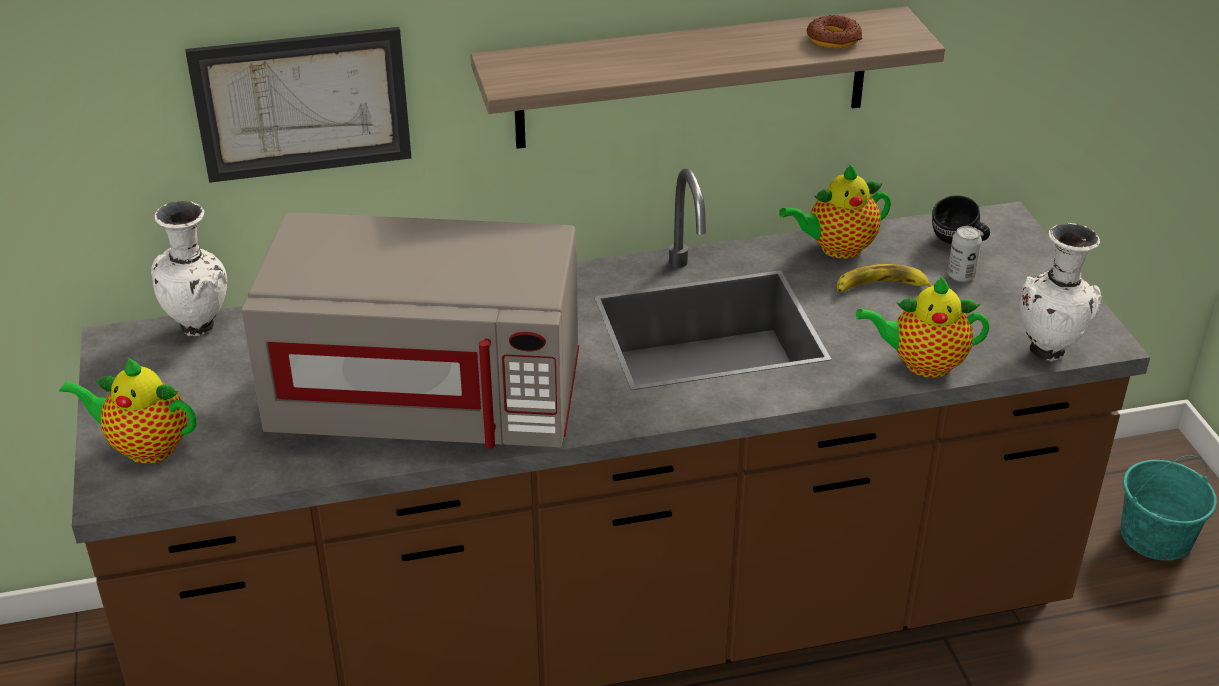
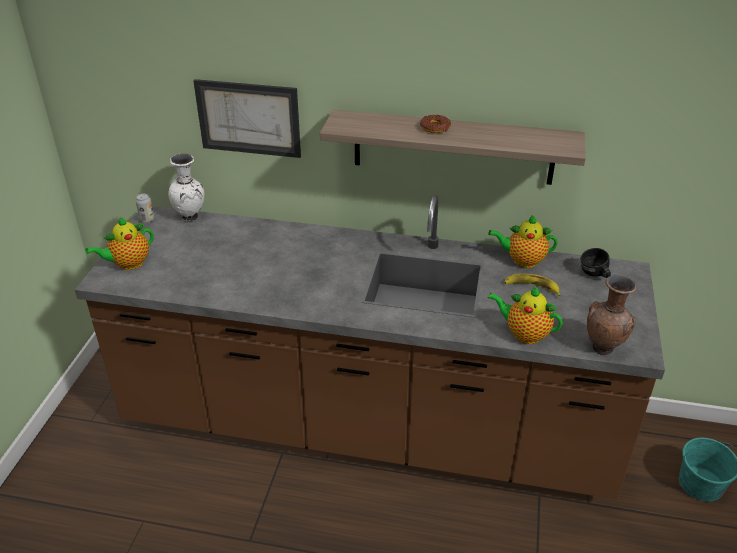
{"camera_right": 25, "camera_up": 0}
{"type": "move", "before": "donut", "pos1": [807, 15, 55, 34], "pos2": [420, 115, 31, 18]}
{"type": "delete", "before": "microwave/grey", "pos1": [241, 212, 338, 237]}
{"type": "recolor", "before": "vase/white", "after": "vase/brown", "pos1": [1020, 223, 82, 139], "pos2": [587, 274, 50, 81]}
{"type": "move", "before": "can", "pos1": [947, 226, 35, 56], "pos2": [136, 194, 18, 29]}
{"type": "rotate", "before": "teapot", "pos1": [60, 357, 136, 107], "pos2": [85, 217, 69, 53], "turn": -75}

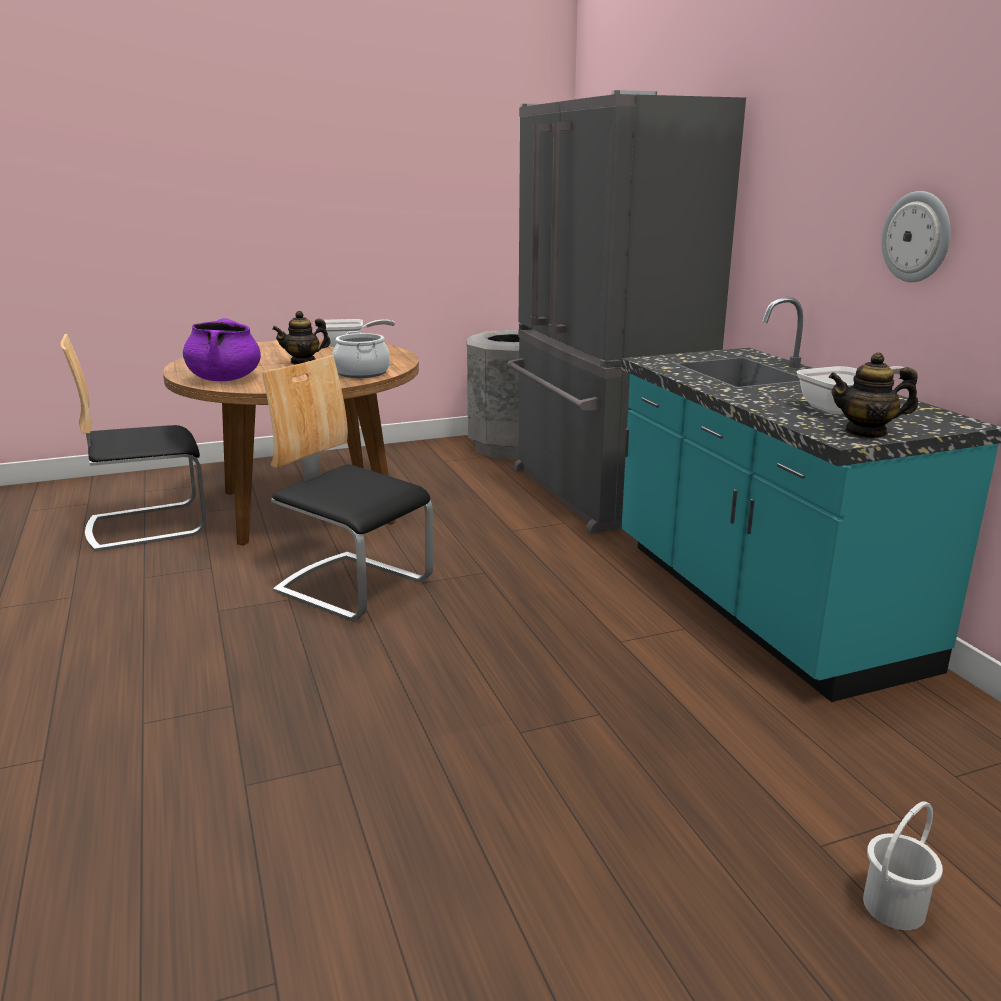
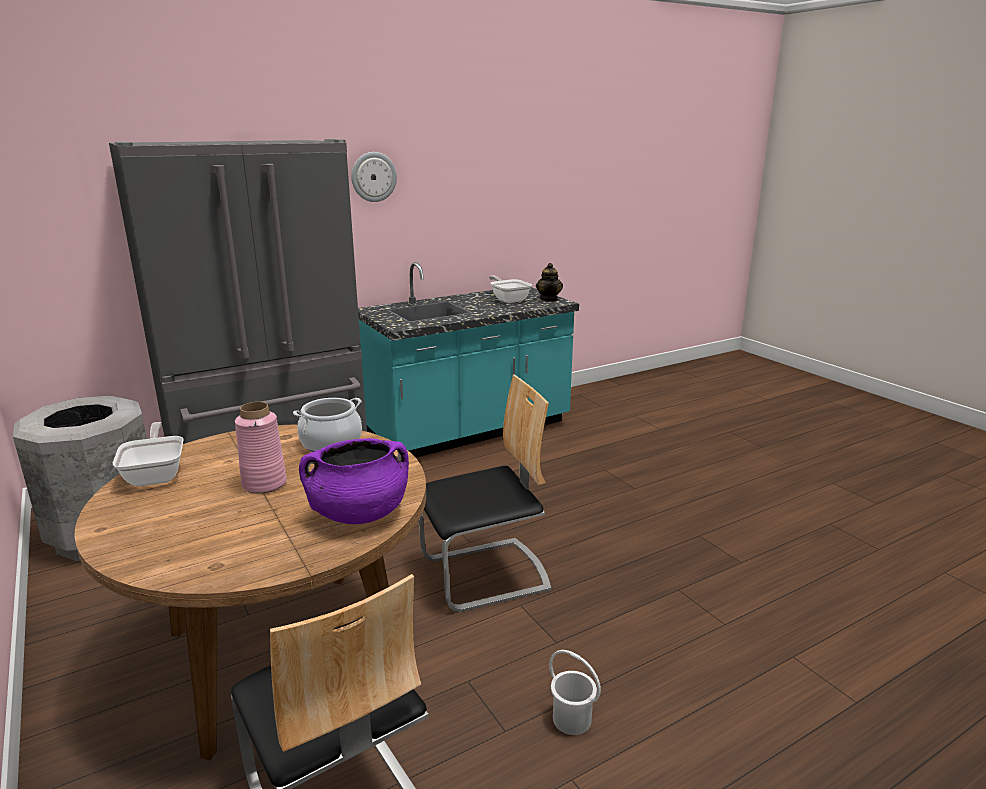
{"camera_right": -100, "camera_up": 0}
{"type": "move", "before": "wall clock", "pos1": [881, 191, 70, 91], "pos2": [351, 152, 46, 50]}
{"type": "replace", "before": "teapot", "after": "vase/pink", "pos1": [272, 311, 58, 54], "pos2": [235, 402, 52, 92]}
{"type": "rotate", "before": "chair", "pos1": [262, 355, 171, 266], "pos2": [419, 375, 132, 237], "turn": -135}
{"type": "move", "before": "bucket/white", "pos1": [863, 801, 80, 129], "pos2": [549, 650, 52, 85]}

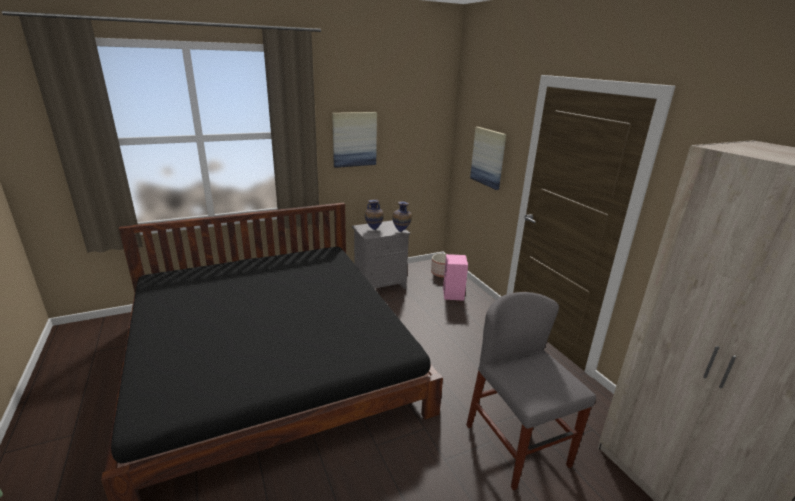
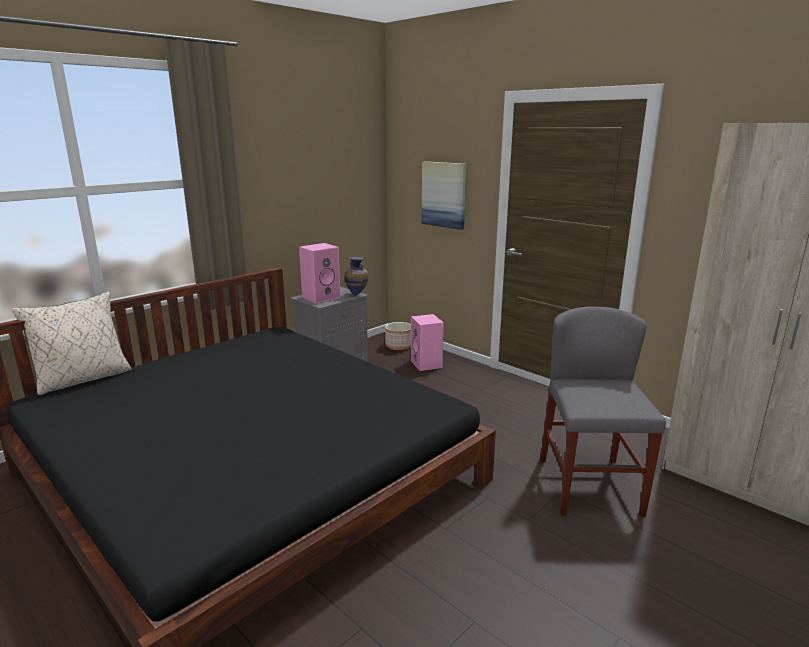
{"camera_right": -20, "camera_up": -5}
{"type": "delete", "before": "picture", "pos1": [332, 112, 45, 56]}
{"type": "replace", "before": "vase", "after": "speaker/pink", "pos1": [365, 199, 19, 31], "pos2": [299, 243, 42, 60]}
{"type": "rotate", "before": "chair/grey", "pos1": [466, 292, 130, 199], "pos2": [540, 306, 126, 211], "turn": 45}
{"type": "insert", "after": "pillow/beige", "pos2": [12, 292, 120, 104]}

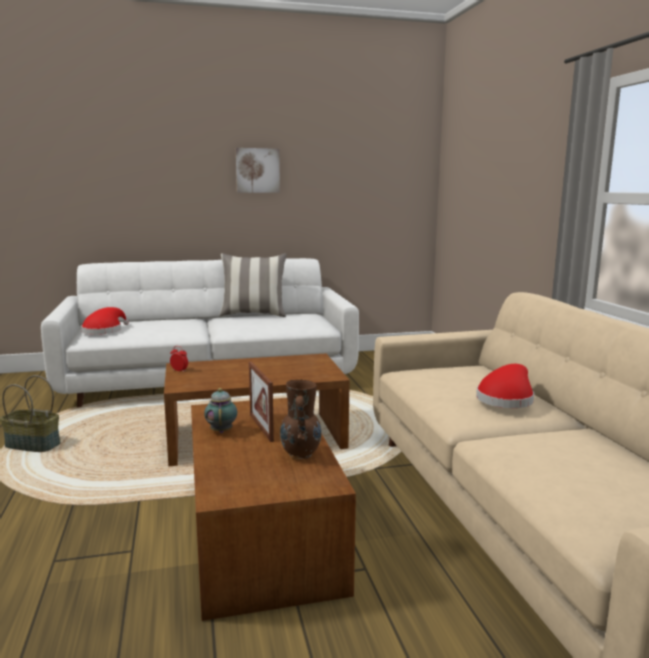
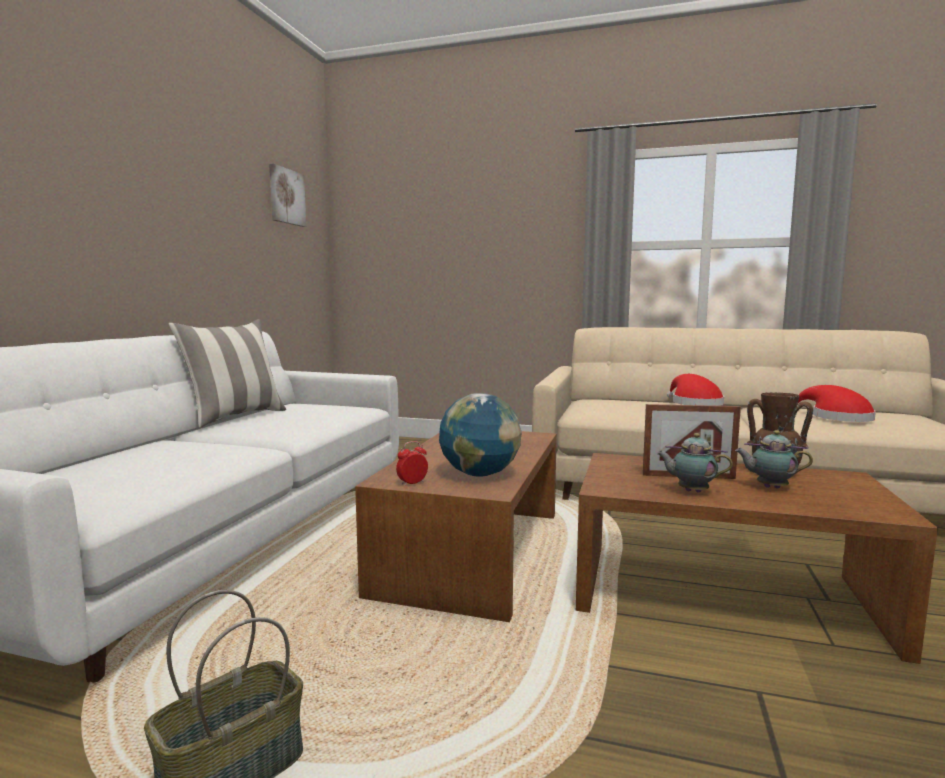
{"camera_right": -60, "camera_up": -5}
{"type": "move", "before": "picture", "pos1": [236, 148, 44, 45], "pos2": [269, 163, 37, 64]}
{"type": "move", "before": "hat/red", "pos1": [81, 307, 48, 28], "pos2": [798, 385, 78, 37]}
{"type": "insert", "after": "globe", "pos2": [439, 393, 83, 84]}
{"type": "insert", "after": "teapot", "pos2": [735, 430, 78, 59]}

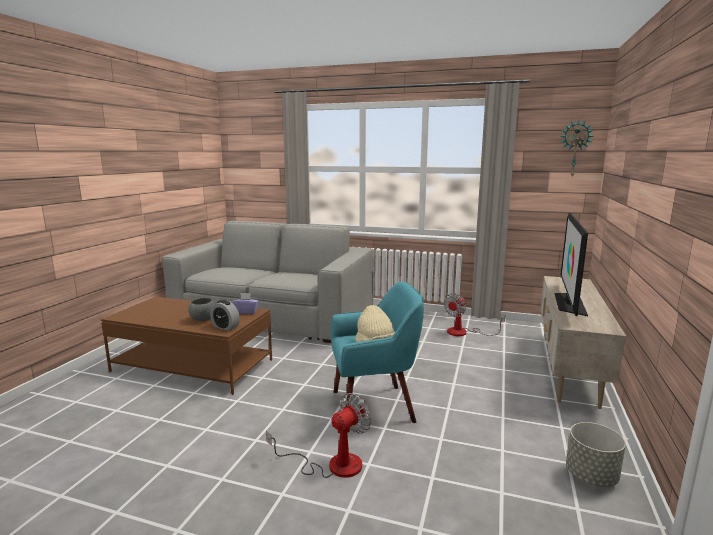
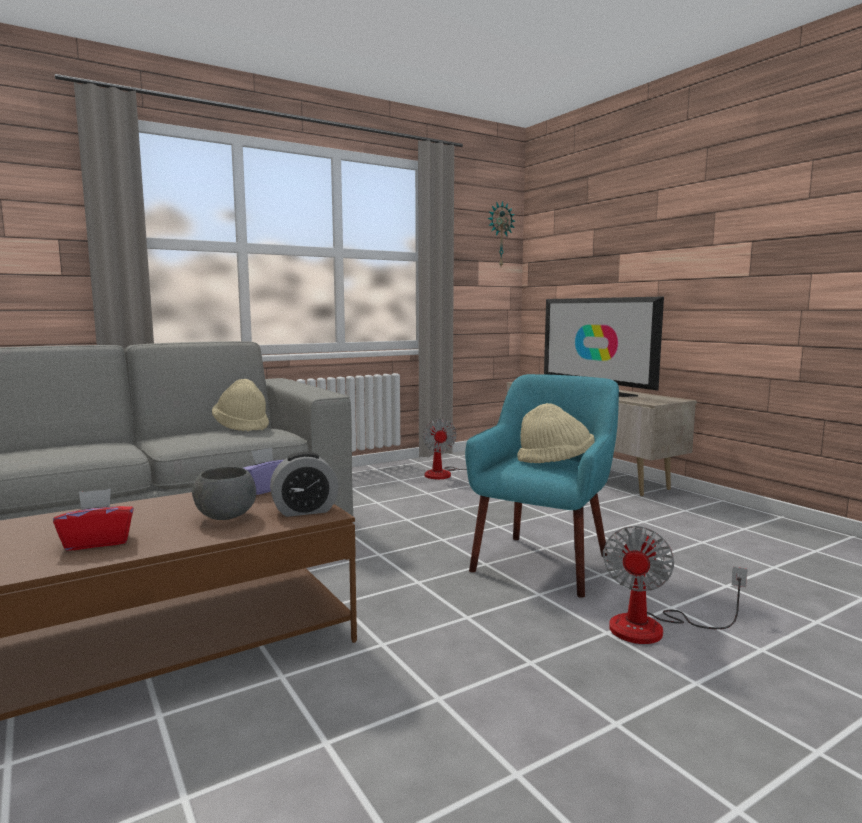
{"camera_right": -50, "camera_up": -5}
{"type": "rotate", "before": "fan", "pos1": [266, 393, 106, 85], "pos2": [603, 526, 145, 118], "turn": -150}
{"type": "delete", "before": "planter/grey", "pos1": [566, 422, 60, 65]}
{"type": "insert", "after": "hat/beige", "pos2": [212, 379, 57, 53]}
{"type": "insert", "after": "tissue box/red", "pos2": [53, 489, 81, 62]}

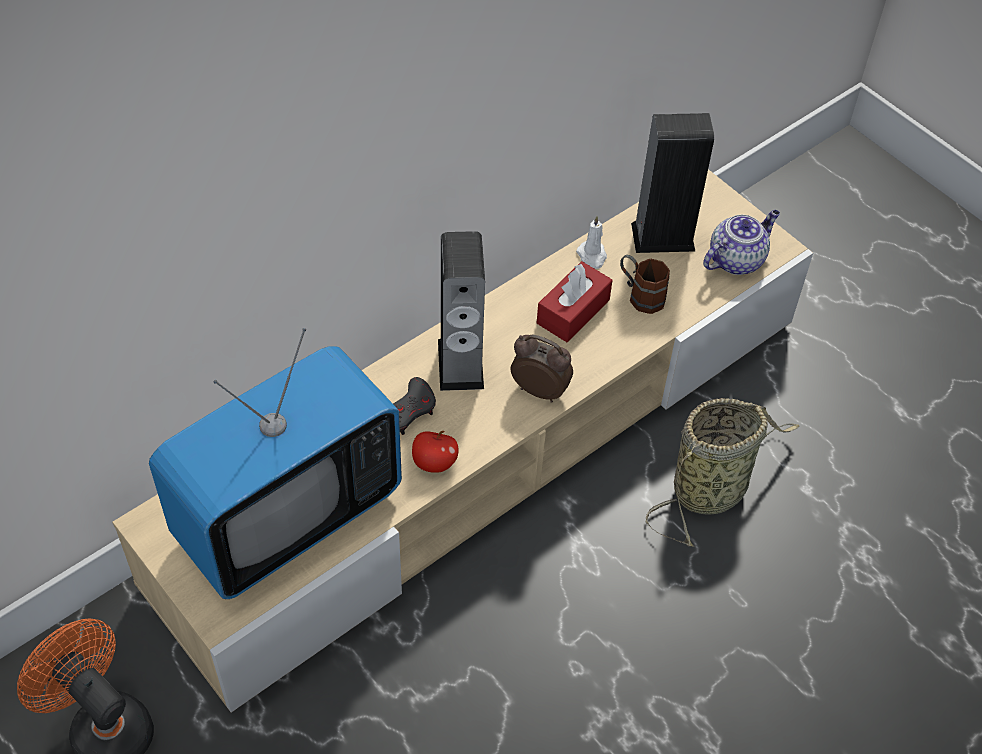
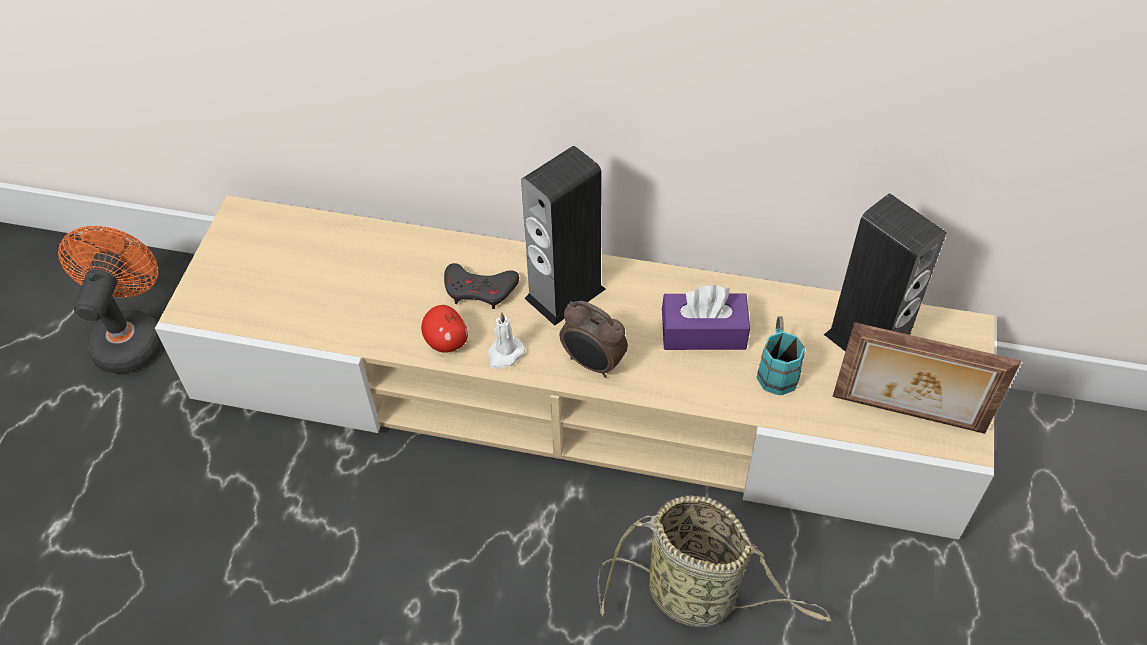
{"camera_right": 55, "camera_up": 0}
{"type": "replace", "before": "teapot", "after": "picture frame", "pos1": [703, 210, 77, 65], "pos2": [833, 322, 188, 112]}
{"type": "move", "before": "candle/white", "pos1": [576, 216, 31, 53], "pos2": [488, 312, 37, 57]}
{"type": "recolor", "before": "mug/brown", "after": "mug/turquoise", "pos1": [620, 255, 50, 59], "pos2": [757, 317, 48, 79]}
{"type": "recolor", "before": "tissue box/red", "after": "tissue box/purple", "pos1": [537, 261, 76, 81], "pos2": [662, 285, 88, 65]}
{"type": "delete", "before": "television", "pos1": [149, 328, 253, 271]}
{"type": "rotate", "before": "alarm clock", "pos1": [511, 334, 62, 69], "pos2": [560, 301, 68, 77], "turn": 135}

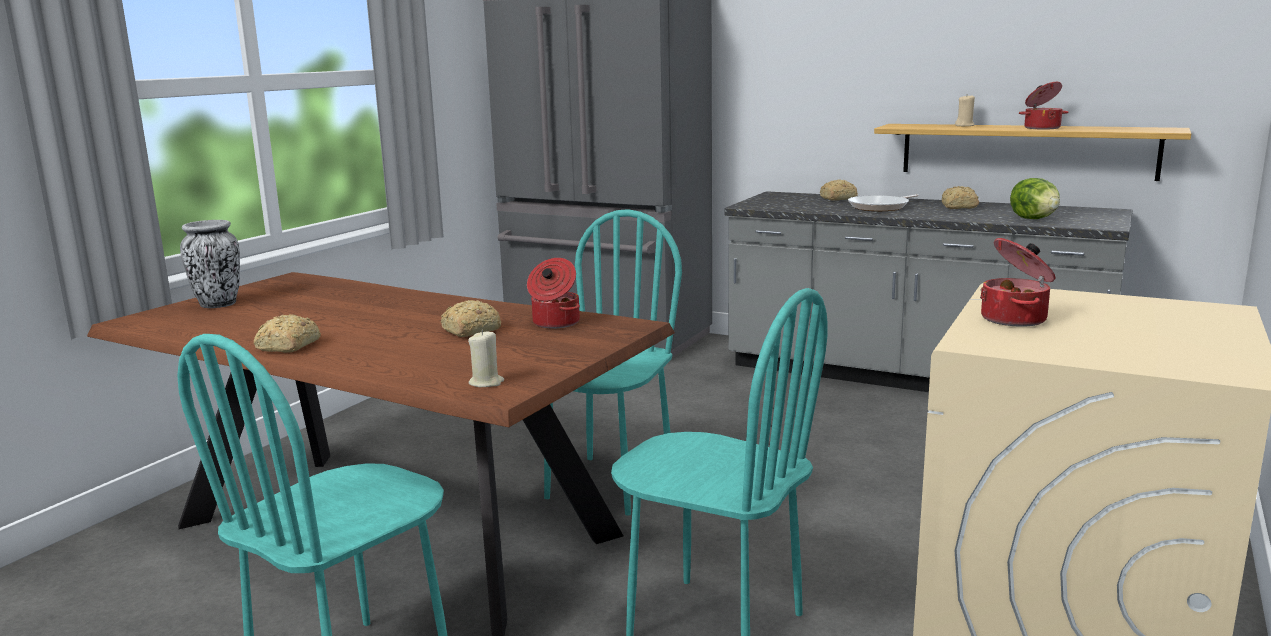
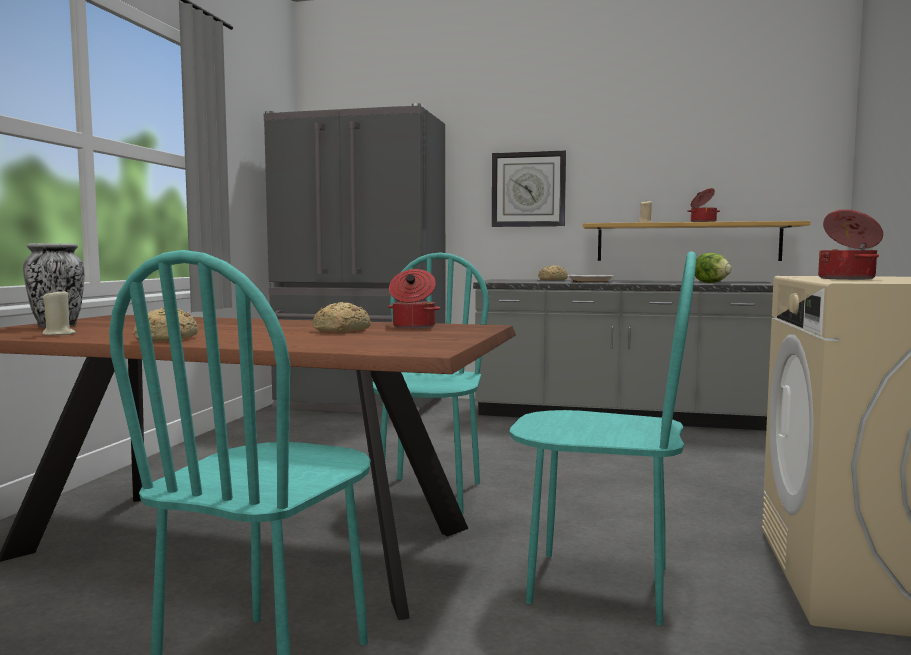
{"camera_right": -15, "camera_up": -10}
{"type": "delete", "before": "bread", "pos1": [942, 186, 37, 23]}
{"type": "move", "before": "candle/beige", "pos1": [468, 330, 36, 57], "pos2": [42, 289, 34, 46]}
{"type": "insert", "after": "wall clock", "pos2": [492, 151, 74, 76]}

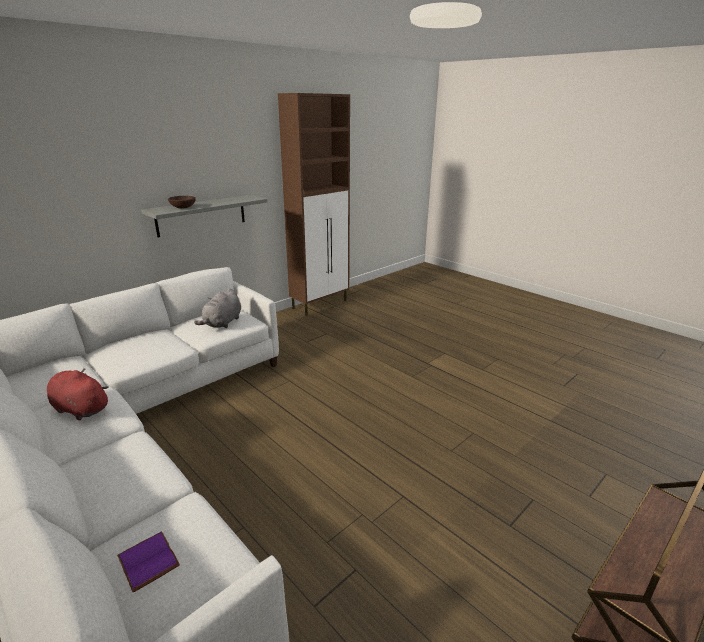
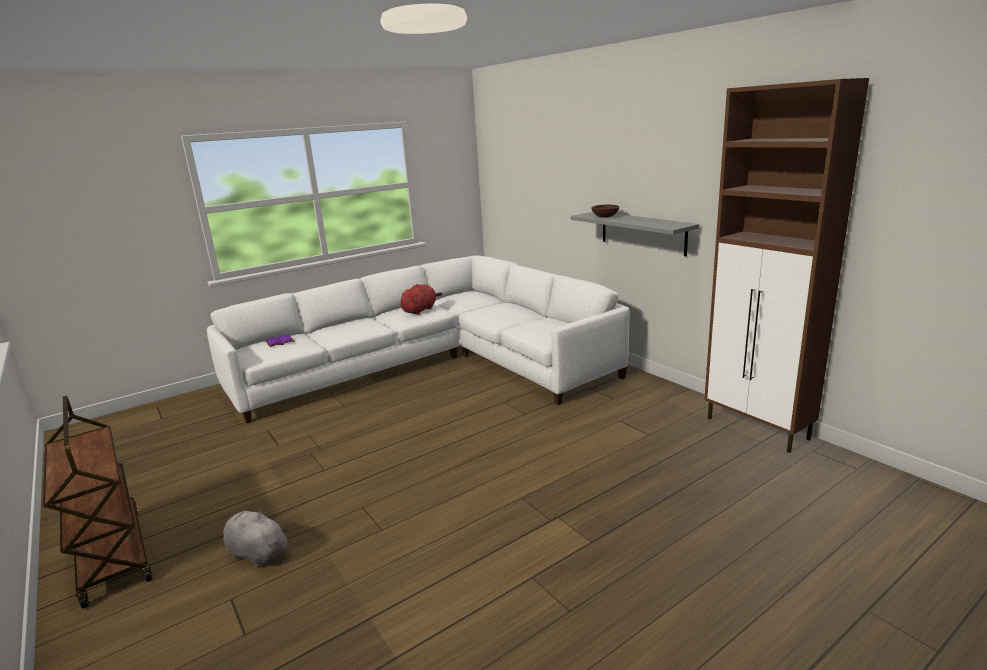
{"camera_right": 100, "camera_up": -5}
{"type": "move", "before": "plush toy/grey", "pos1": [194, 289, 47, 39], "pos2": [223, 508, 66, 60]}

